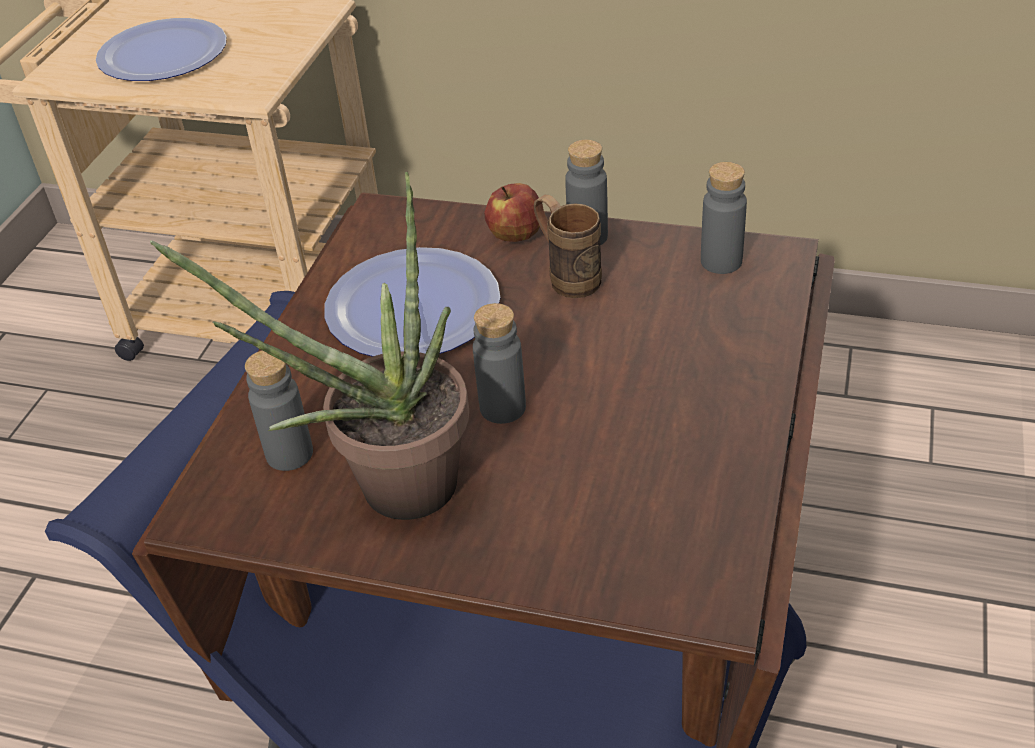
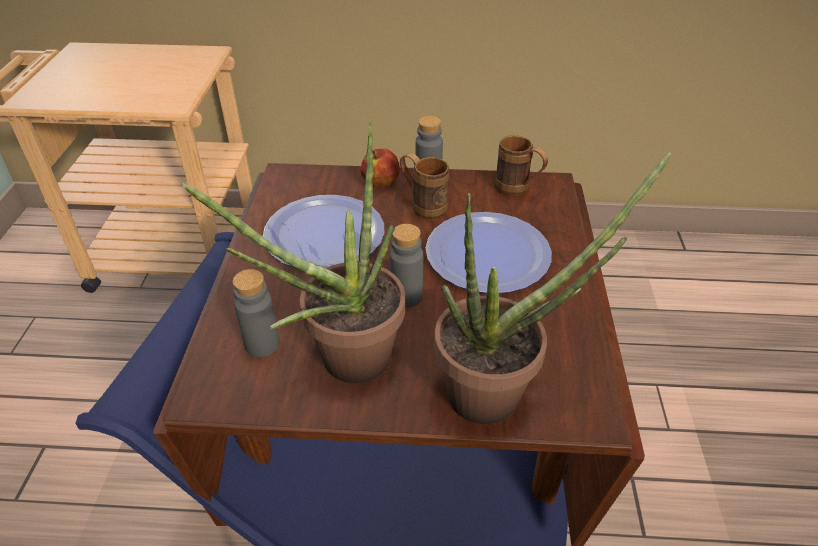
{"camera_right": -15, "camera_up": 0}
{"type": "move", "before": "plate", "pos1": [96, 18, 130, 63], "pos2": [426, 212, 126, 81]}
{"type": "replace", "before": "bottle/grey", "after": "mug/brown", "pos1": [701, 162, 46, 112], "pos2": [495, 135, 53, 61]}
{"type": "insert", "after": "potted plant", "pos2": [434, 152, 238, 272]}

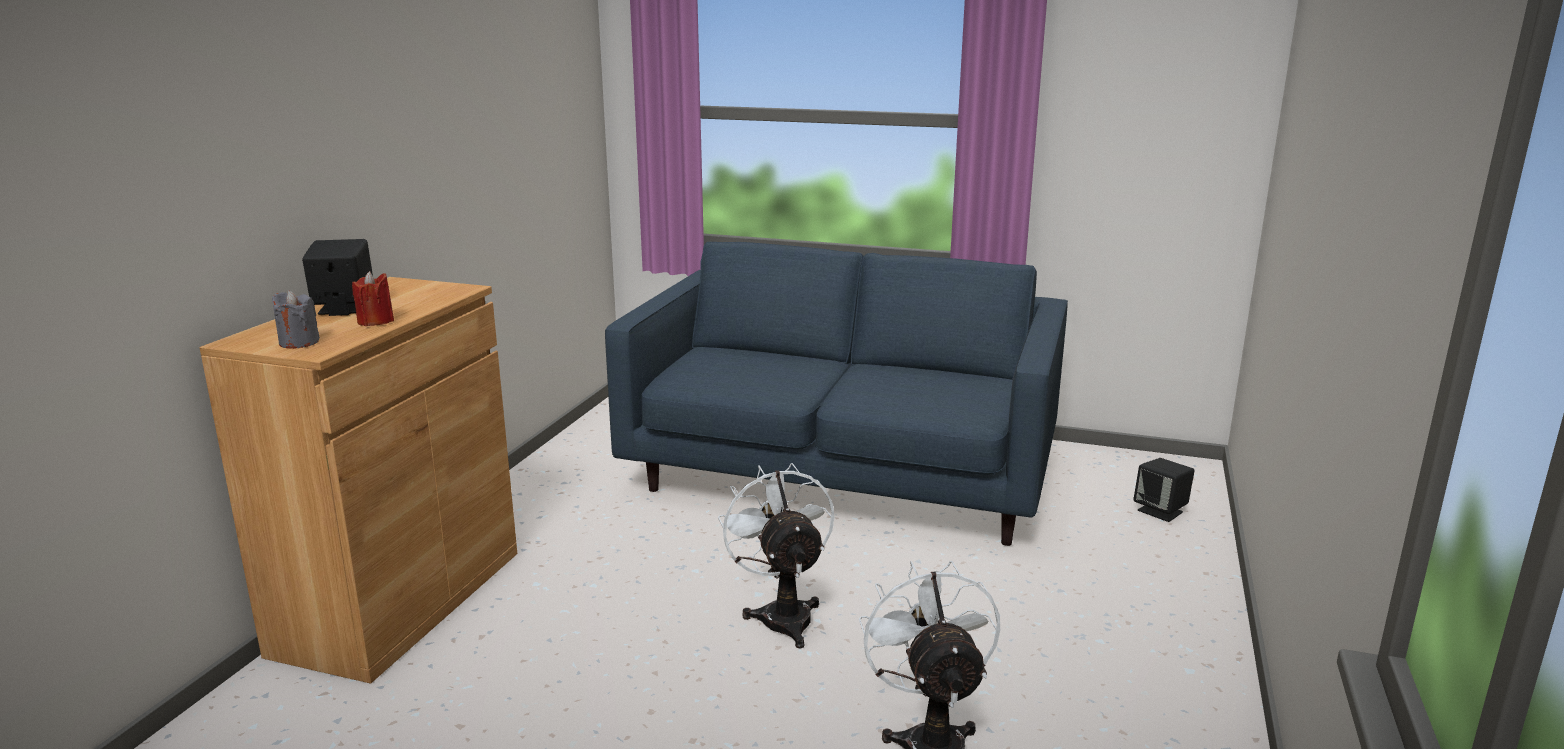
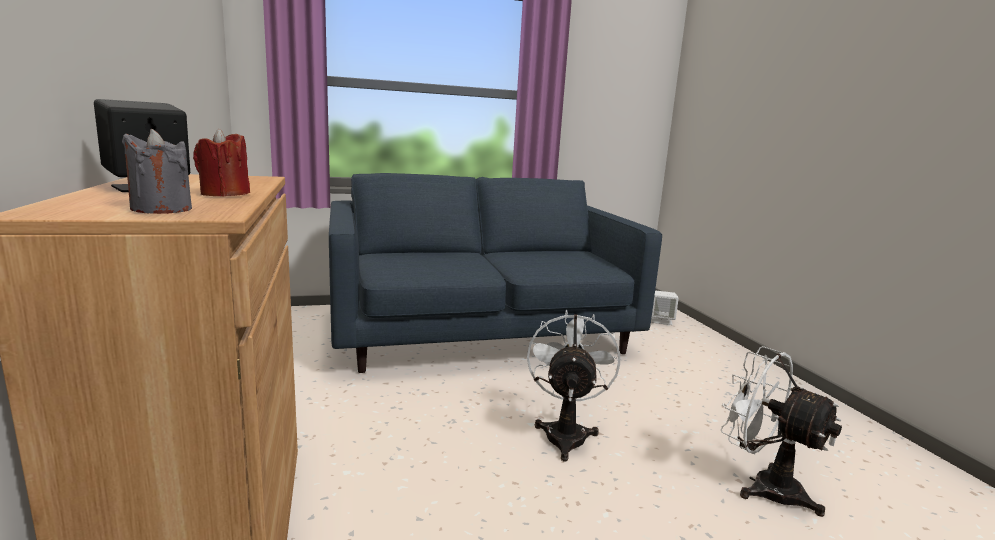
{"camera_right": -35, "camera_up": -5}
{"type": "recolor", "before": "speaker/black", "after": "speaker/white", "pos1": [1133, 458, 62, 64], "pos2": [651, 290, 28, 35]}
{"type": "rotate", "before": "fan/white", "pos1": [718, 463, 116, 186], "pos2": [527, 310, 93, 151], "turn": 60}

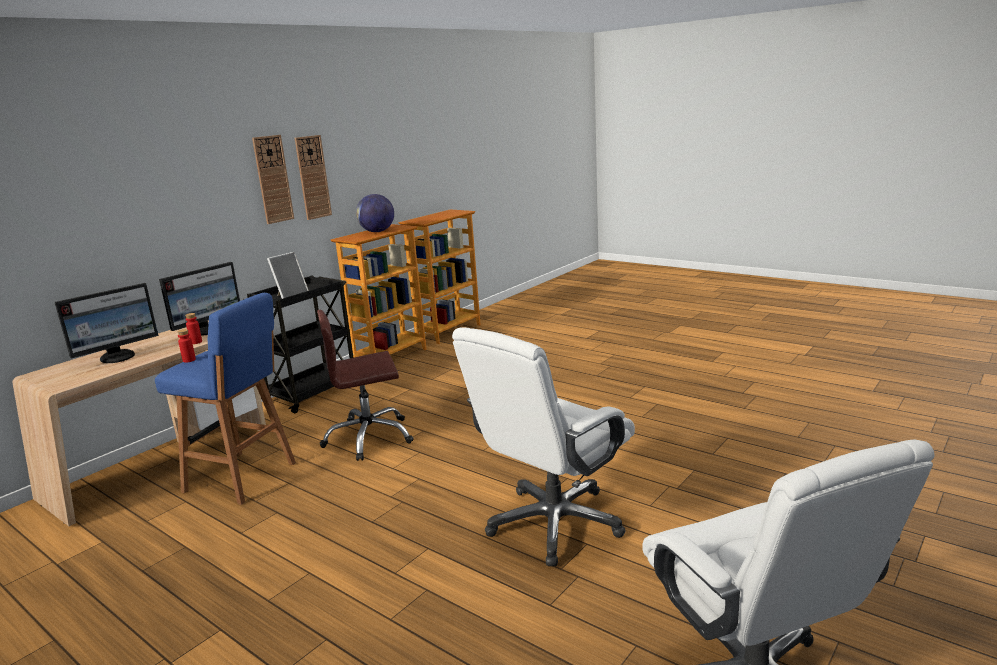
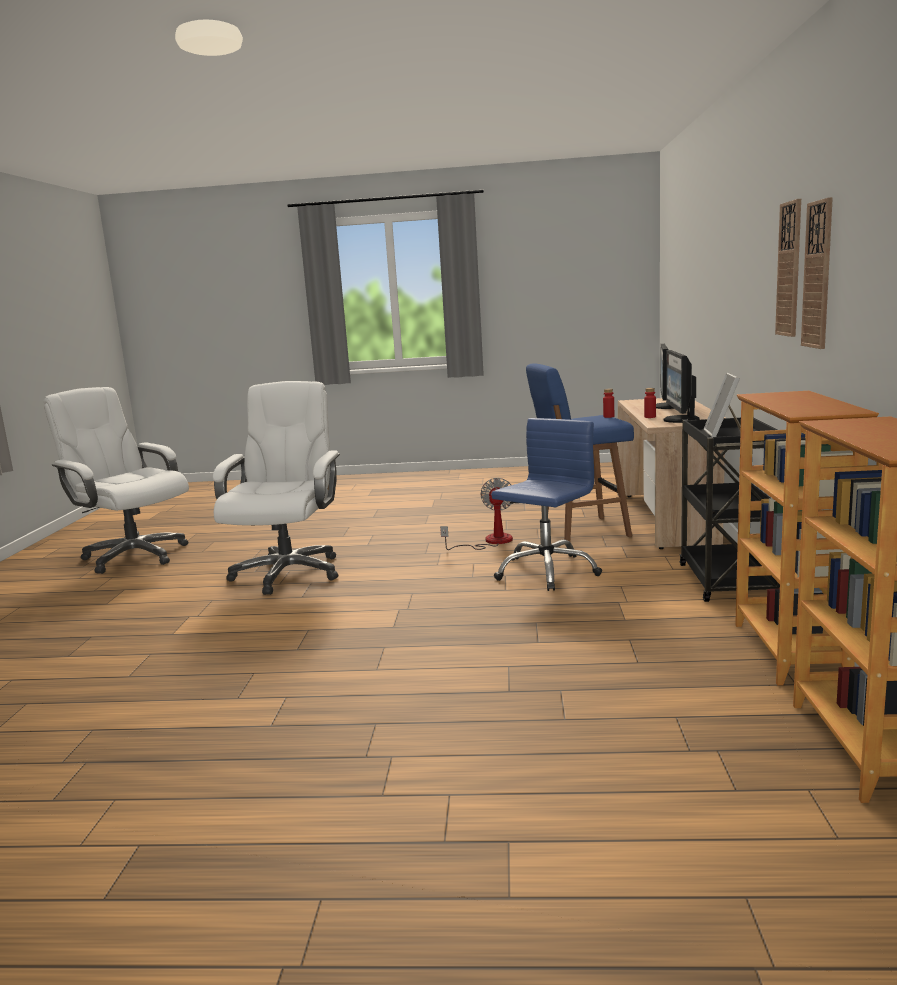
{"camera_right": 145, "camera_up": -5}
{"type": "delete", "before": "globe", "pos1": [356, 194, 38, 38]}
{"type": "recolor", "before": "office chair/brown", "after": "office chair/blue", "pos1": [317, 310, 97, 151], "pos2": [491, 418, 111, 173]}
{"type": "insert", "after": "fan", "pos2": [440, 478, 73, 72]}

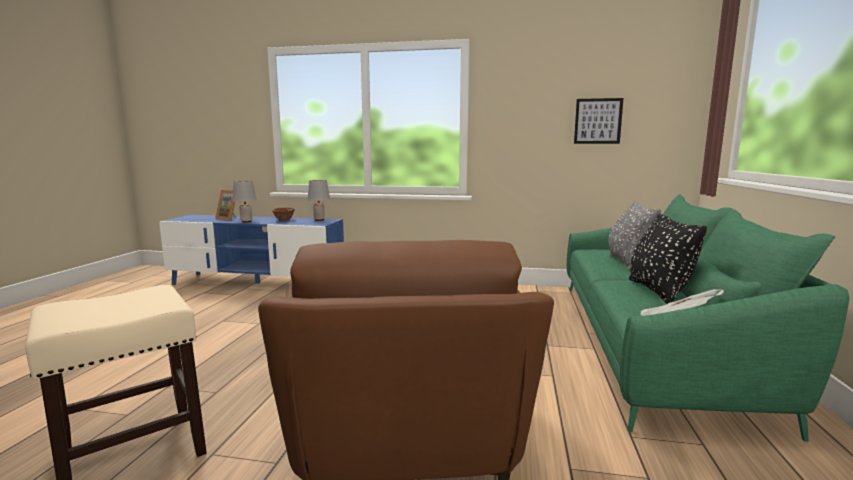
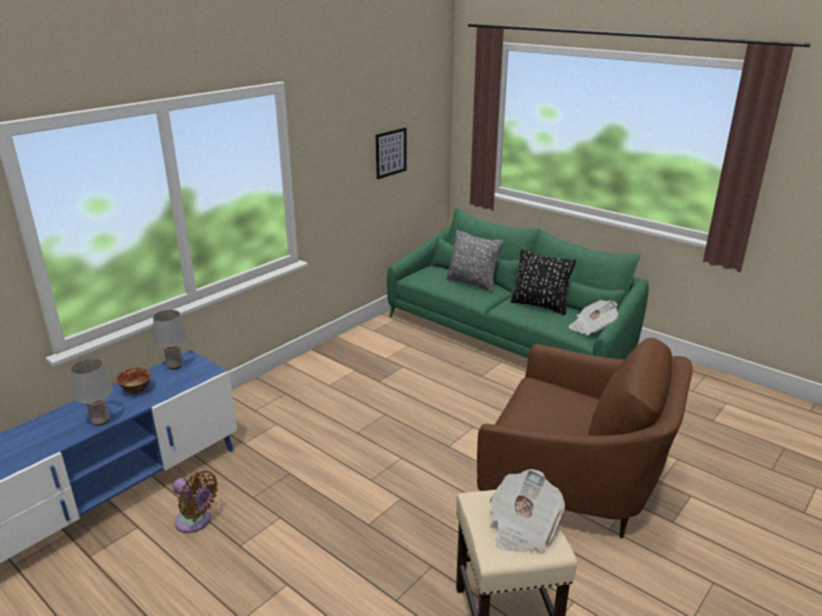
{"camera_right": -60, "camera_up": 15}
{"type": "delete", "before": "picture frame", "pos1": [215, 190, 21, 31]}
{"type": "insert", "after": "newspaper", "pos2": [490, 469, 75, 82]}
{"type": "insert", "after": "fan/brown", "pos2": [173, 471, 45, 62]}

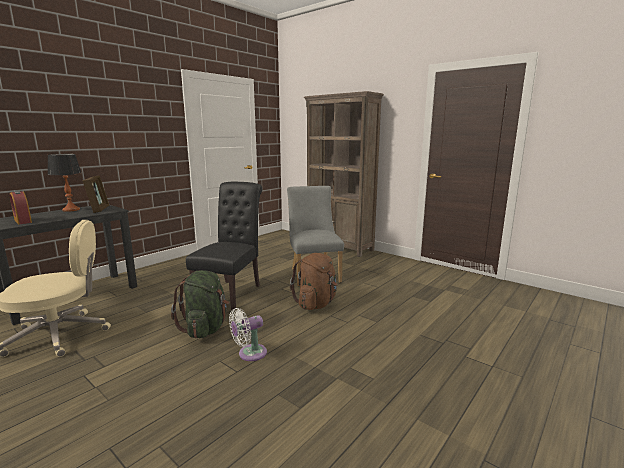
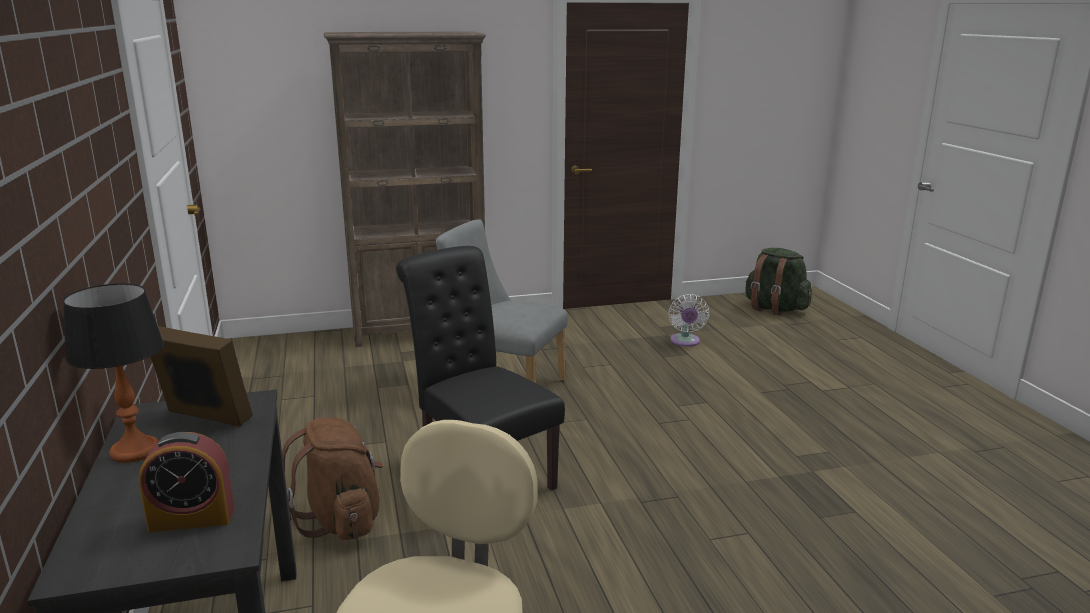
{"camera_right": -55, "camera_up": 5}
{"type": "move", "before": "backpack/brown", "pos1": [290, 253, 48, 57], "pos2": [282, 417, 102, 123]}
{"type": "move", "before": "backpack/green", "pos1": [171, 270, 58, 69], "pos2": [745, 248, 67, 67]}
{"type": "move", "before": "fan/white", "pos1": [229, 308, 38, 53], "pos2": [668, 294, 41, 53]}

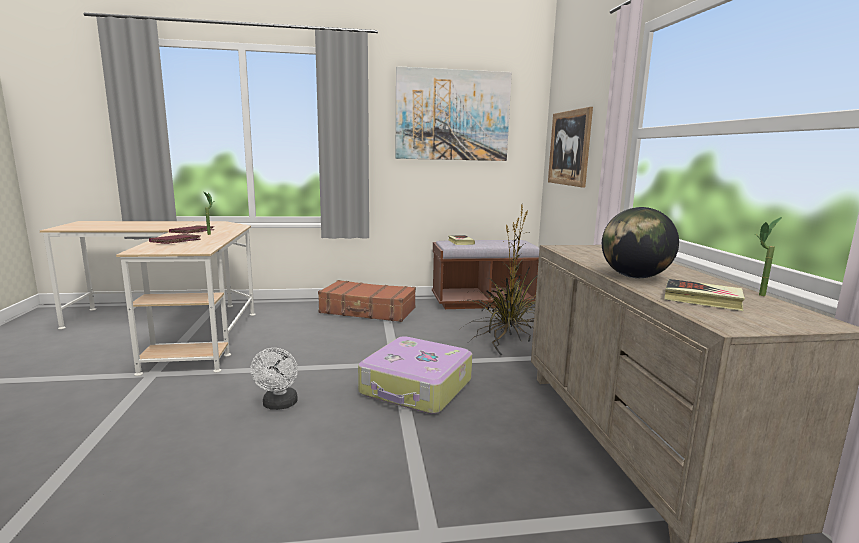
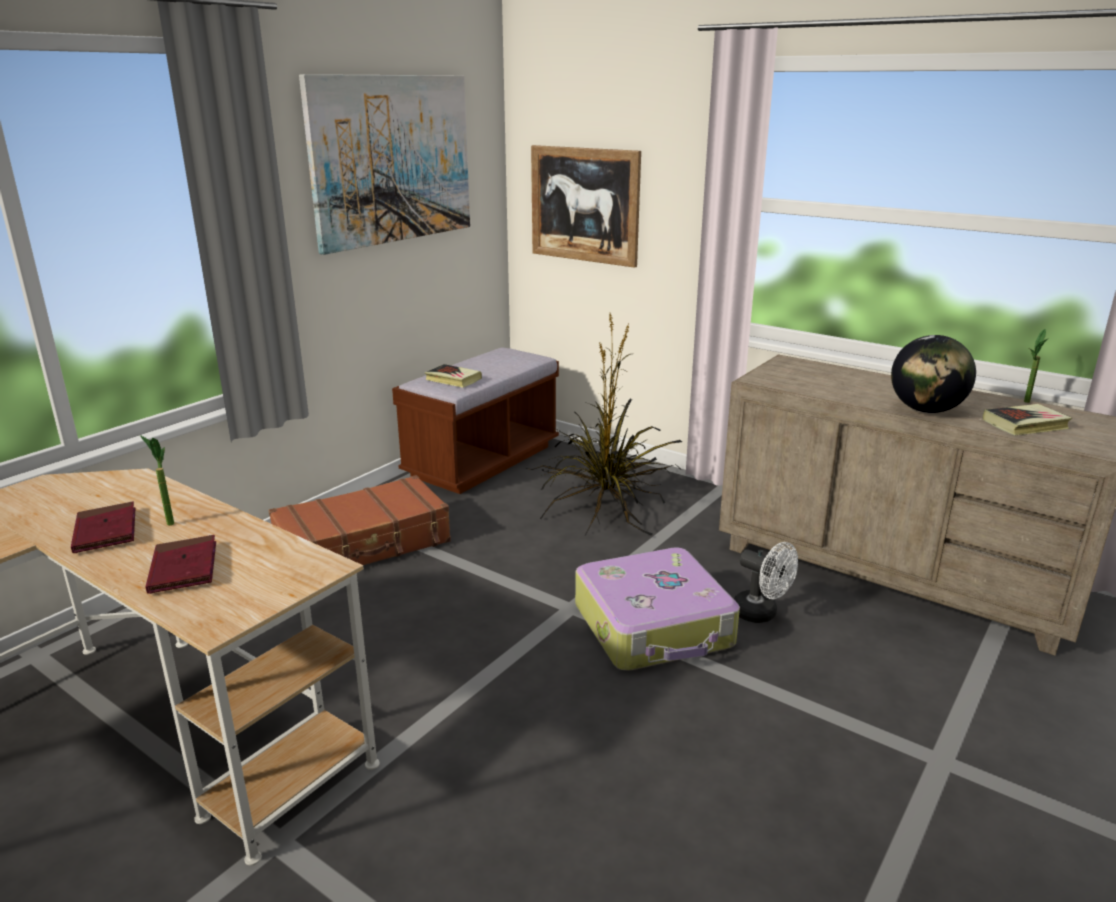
{"camera_right": -45, "camera_up": 10}
{"type": "move", "before": "fan/white", "pos1": [250, 348, 48, 62], "pos2": [734, 542, 64, 81]}

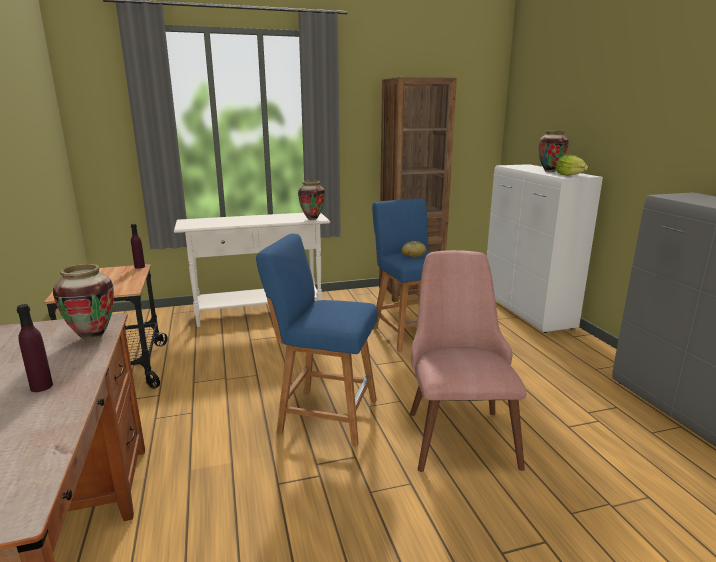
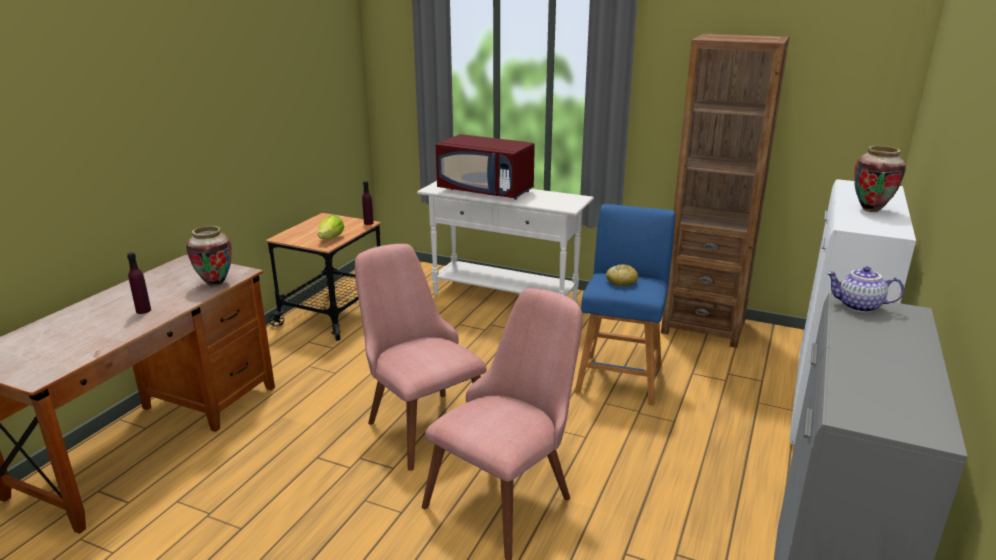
{"camera_right": 40, "camera_up": 5}
{"type": "move", "before": "lettuce", "pos1": [556, 154, 32, 22], "pos2": [318, 215, 26, 24]}
{"type": "delete", "before": "vase", "pos1": [298, 181, 27, 39]}
{"type": "replace", "before": "stool/blue", "after": "chair/pink", "pos1": [256, 234, 122, 213], "pos2": [355, 244, 132, 227]}
{"type": "insert", "after": "microwave/red", "pos2": [436, 134, 99, 66]}
{"type": "insert", "after": "teapot", "pos2": [826, 266, 78, 47]}

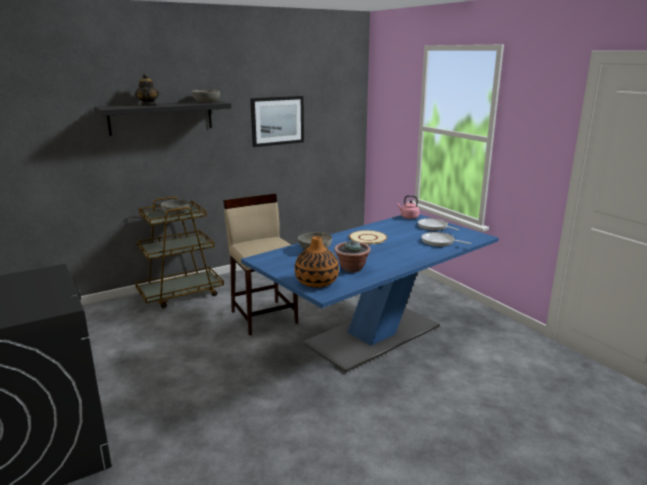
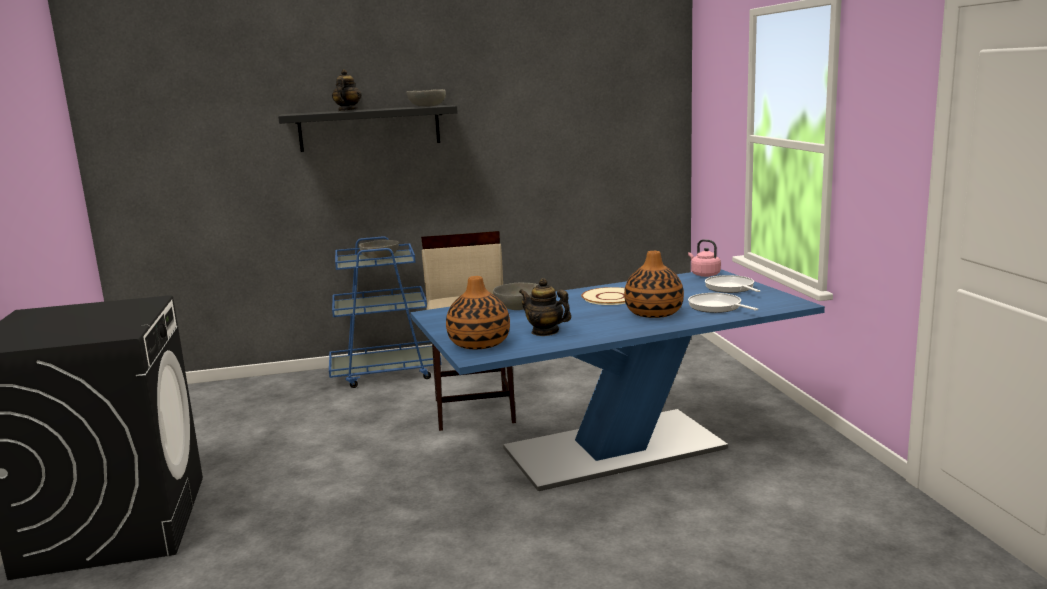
{"camera_right": 20, "camera_up": -5}
{"type": "delete", "before": "picture", "pos1": [250, 96, 54, 51]}
{"type": "recolor", "before": "cart/brown", "after": "cart/blue", "pos1": [135, 197, 89, 111], "pos2": [329, 236, 113, 152]}
{"type": "replace", "before": "potted plant", "after": "teapot", "pos1": [334, 241, 37, 32], "pos2": [519, 278, 52, 58]}
{"type": "insert", "after": "vase", "pos2": [624, 251, 60, 67]}

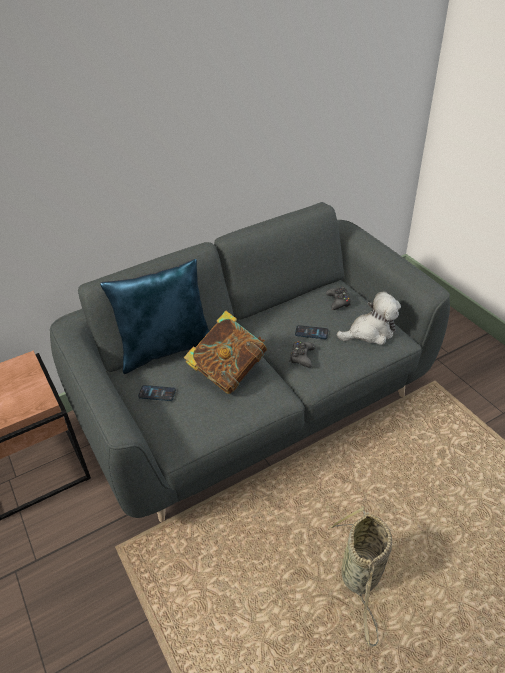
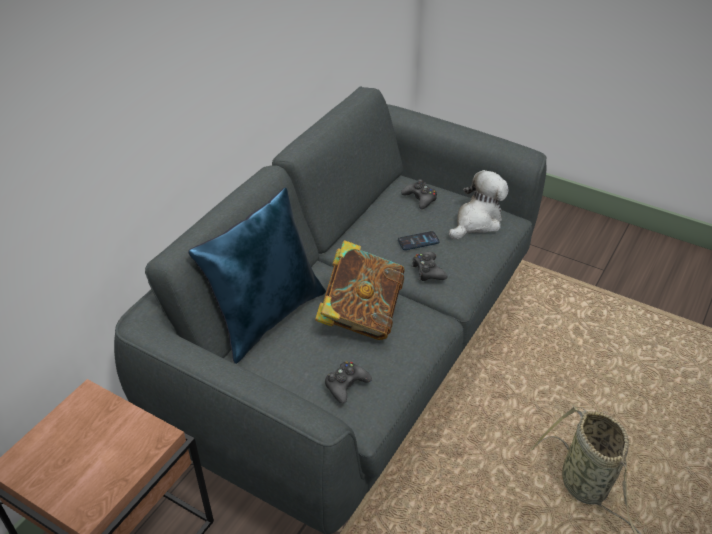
{"camera_right": -30, "camera_up": 0}
{"type": "delete", "before": "phone", "pos1": [138, 385, 38, 16]}
{"type": "insert", "after": "game controller/black", "pos2": [325, 361, 47, 43]}

